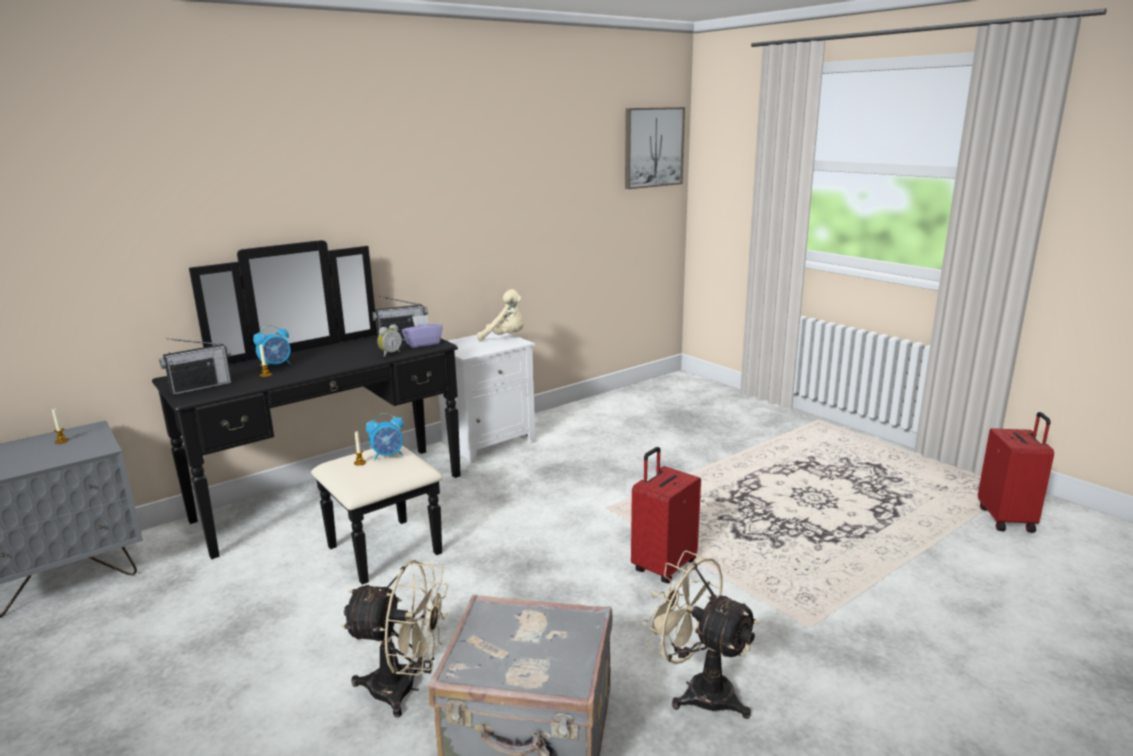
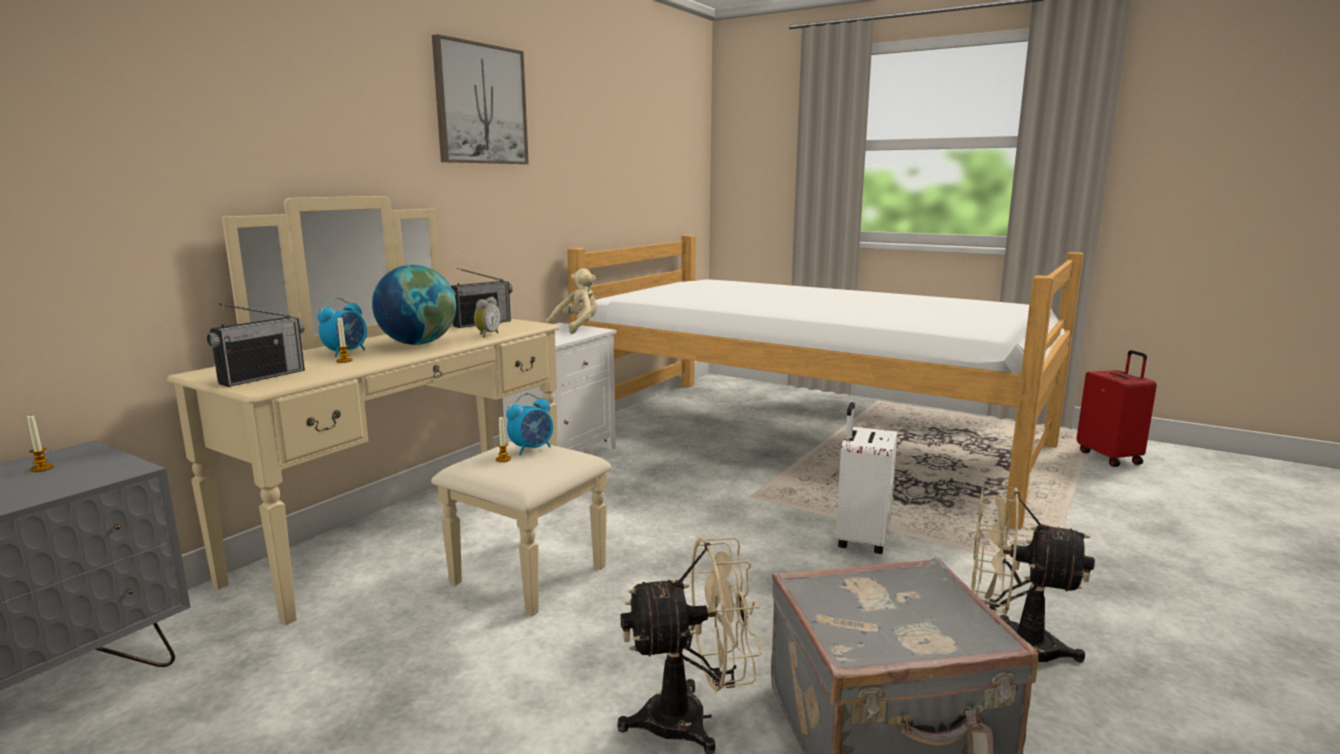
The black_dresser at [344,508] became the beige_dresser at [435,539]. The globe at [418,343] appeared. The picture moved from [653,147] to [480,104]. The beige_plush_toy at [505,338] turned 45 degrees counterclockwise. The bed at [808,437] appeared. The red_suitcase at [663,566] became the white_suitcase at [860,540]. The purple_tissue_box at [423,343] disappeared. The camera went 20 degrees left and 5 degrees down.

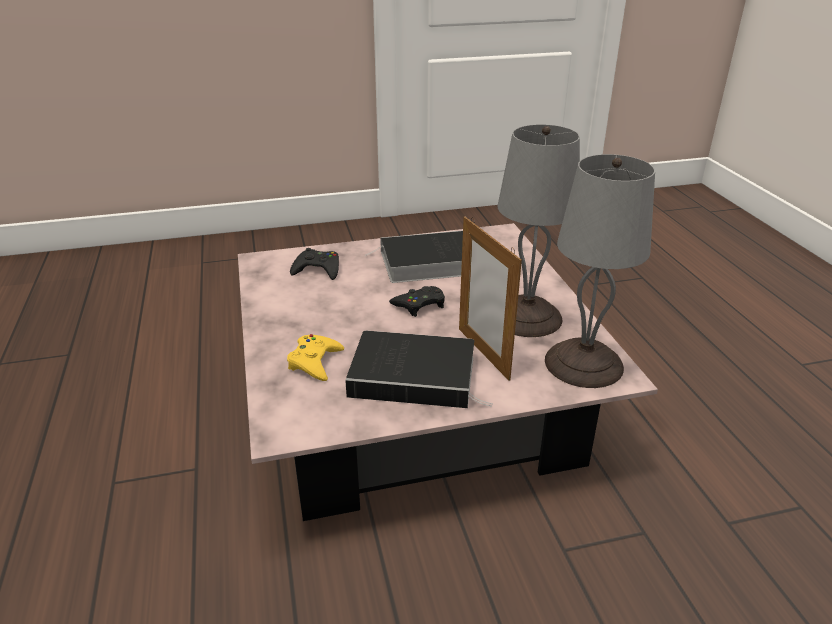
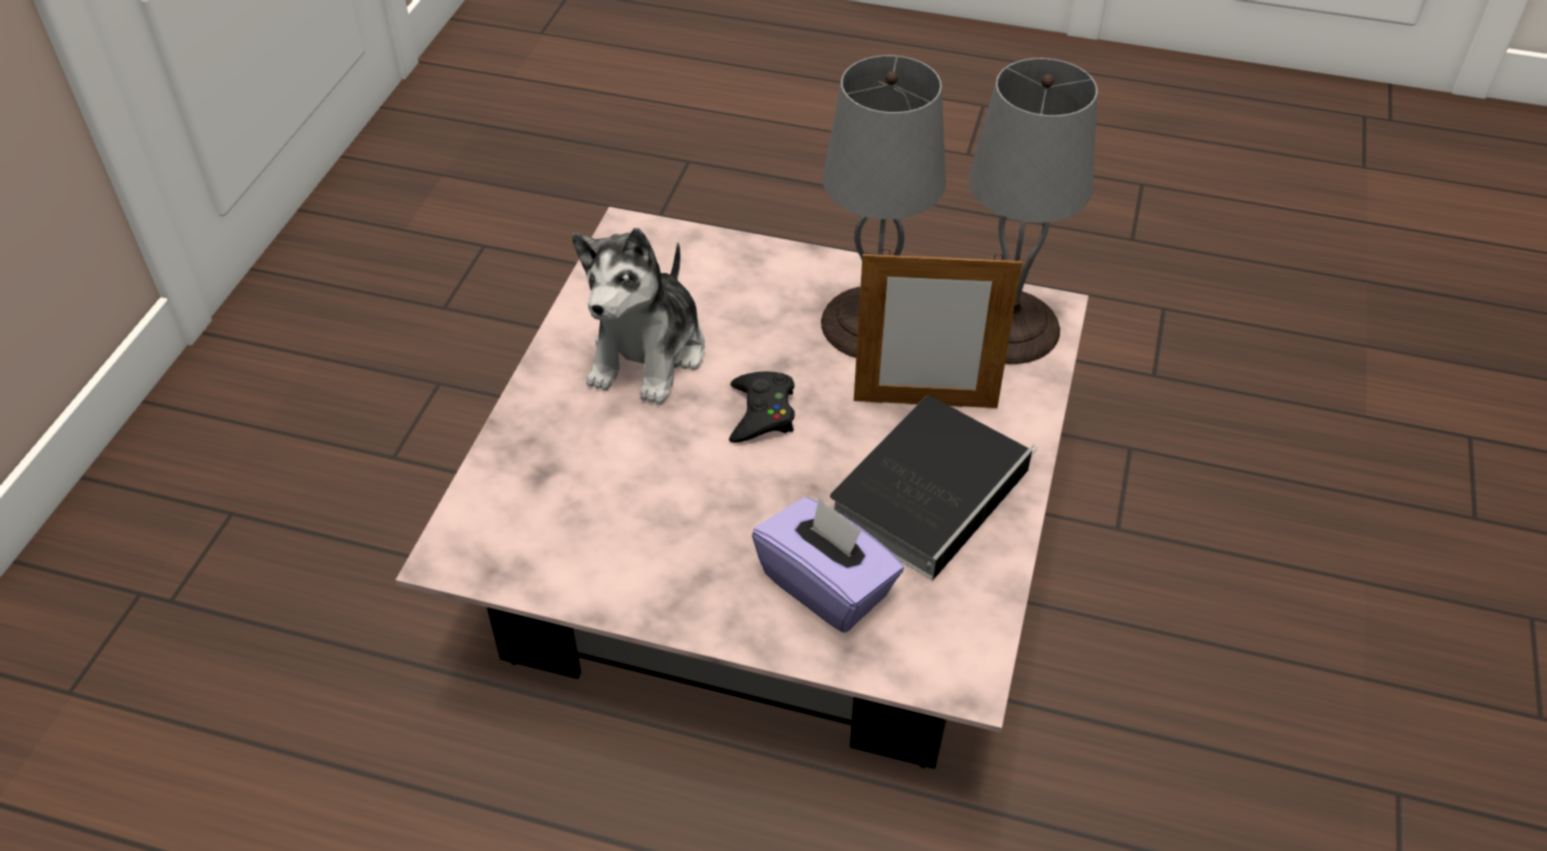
The book at [426,263] was replaced by the plush_toy at [648,354]. The yellow_game_controller at [315,362] was replaced by the purple_tissue_box at [827,585]. The black_game_controller at [318,269] disappeared. The camera went 60 degrees left and 15 degrees up.

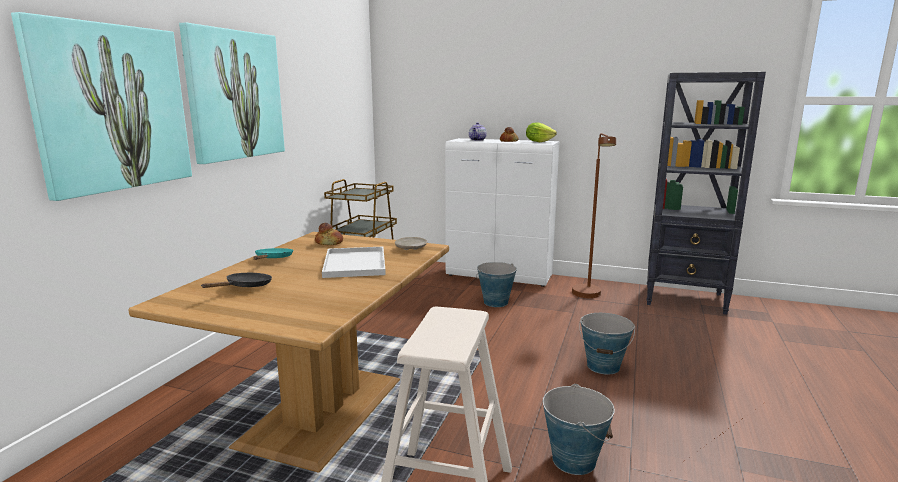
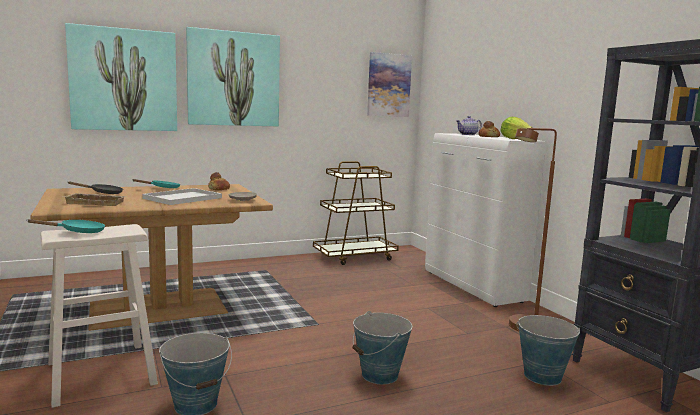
The turquoise_frying_pan at [78,232] appeared. The beige_tray at [97,203] appeared. The picture at [388,85] appeared. The bucket moved from [495,302] to [542,376]. The camera went 45 degrees right and 5 degrees down.

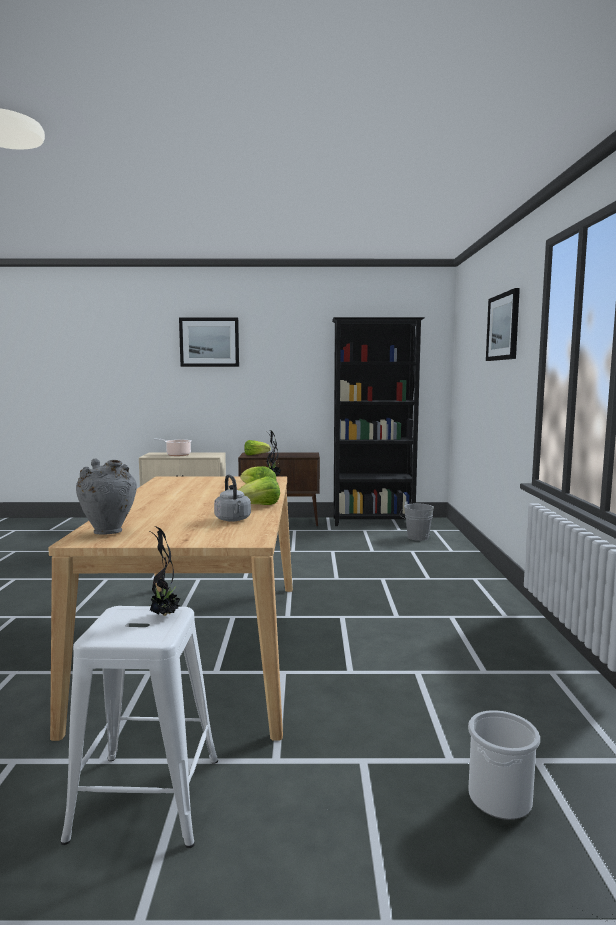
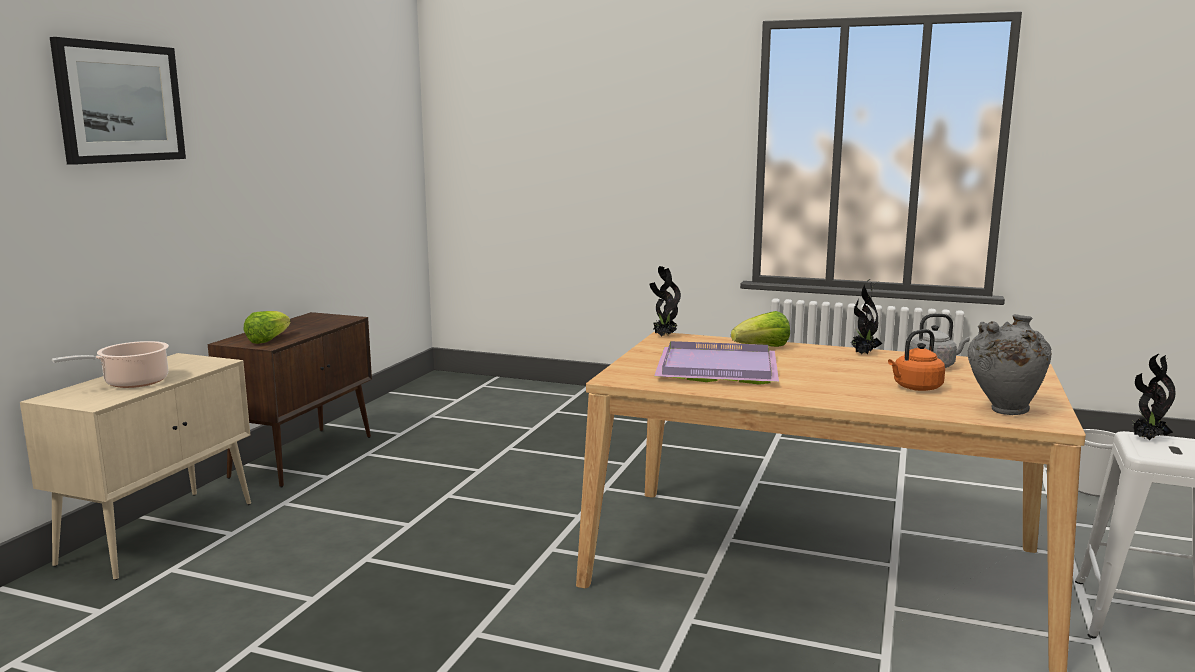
The purple_tray at [715,367] appeared. The lettuce at [259,506] was replaced by the potted_plant at [863,354]. The orange_kettle at [915,388] appeared. The black_bookcase at [374,522] disappeared. The grey_bucket at [416,538] disappeared. The picture at [503,327] disappeared. The camera went 70 degrees left and 5 degrees up.

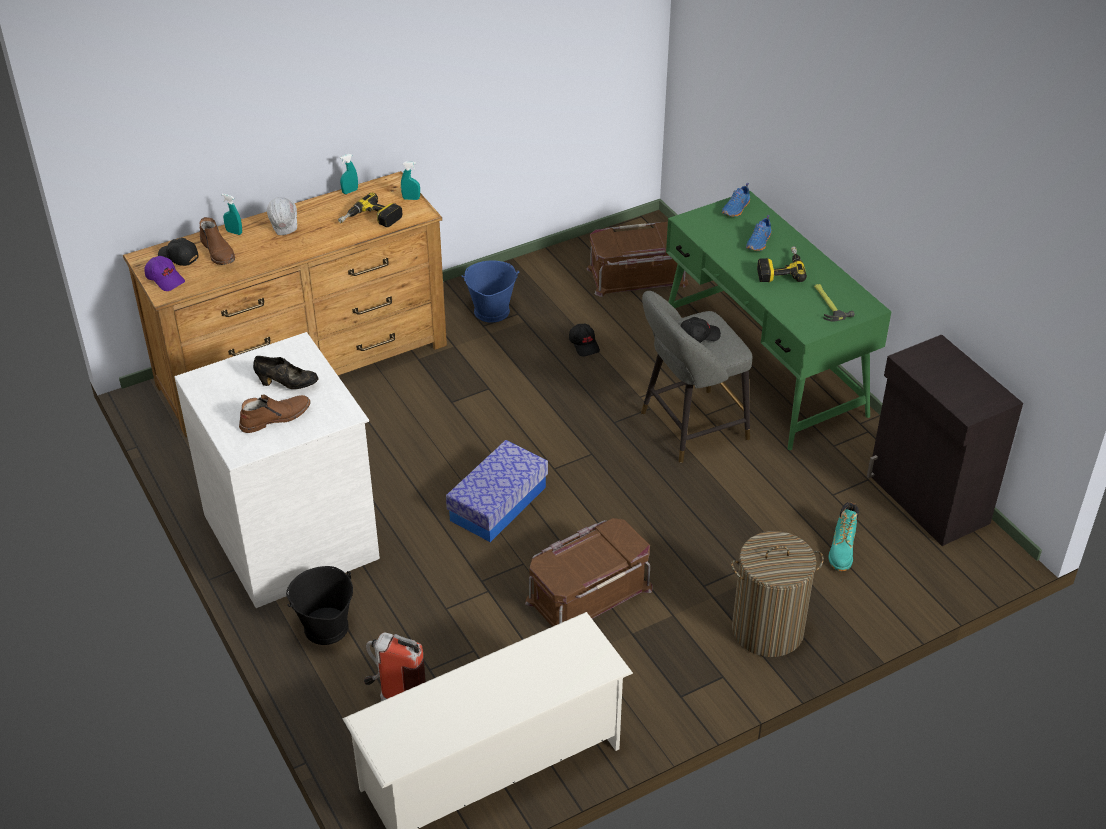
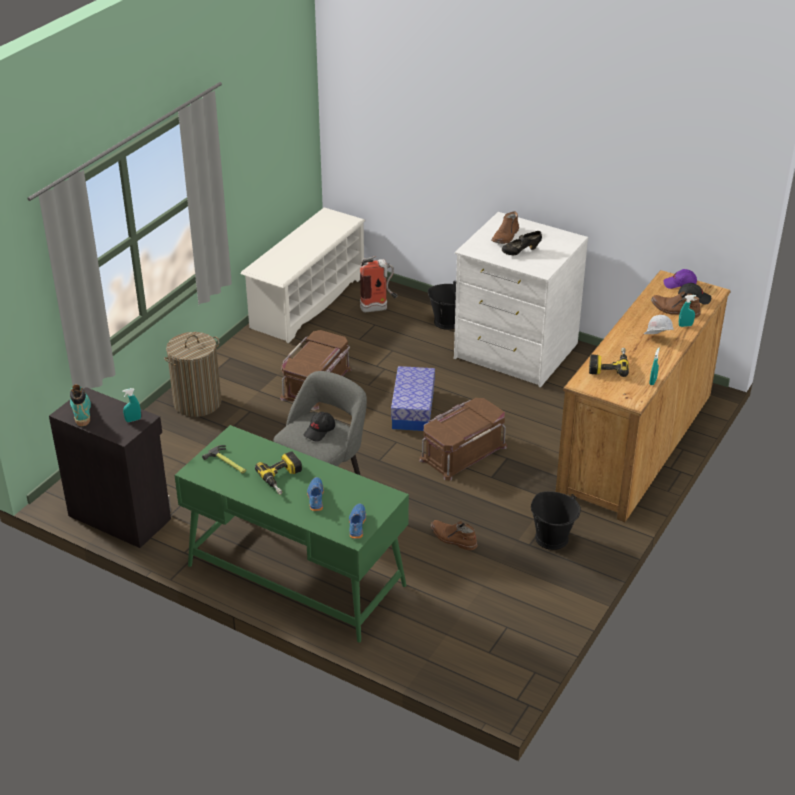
The turquoise_boot moved from [842,551] to [81,410]. The turquoise_spray_bottle moved from [411,198] to [133,420]. The brown_storage_box moved from [637,277] to [462,452]. The black_cap at [584,344] was replaced by the brown_boot at [453,538]. The blue_bucket at [491,311] became the black_bucket at [552,538]. The camera went 150 degrees right and 5 degrees down.

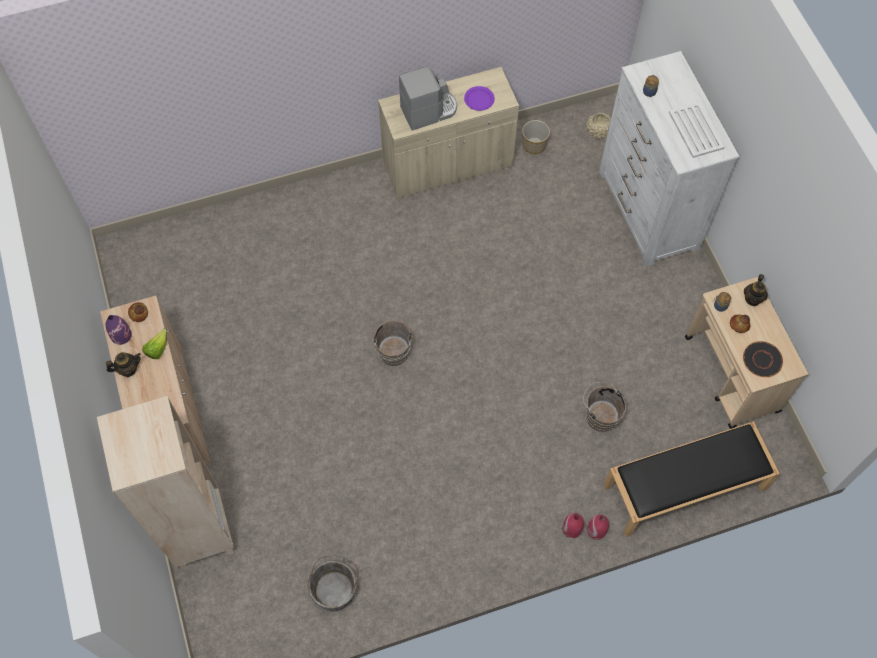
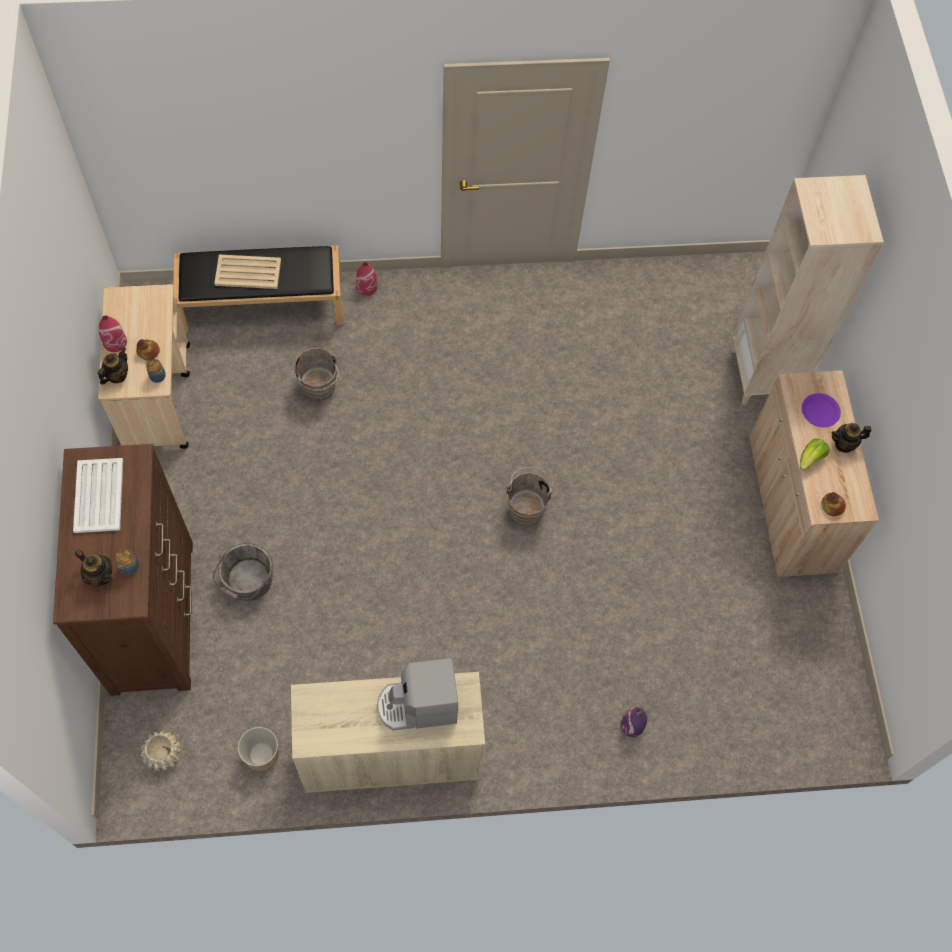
The white_dresser at [648,210] became the brown_dresser at [153,616]. The teapot at [100,575] appeared. The red_vase moved from [572,528] to [115,342]. The grey_bucket moved from [335,587] to [247,581]. The beige_tray at [247,272] appeared. The purple_vase moved from [121,335] to [632,725]. The purple_plate moved from [479,99] to [820,411]. The black_plate at [762,360] disappeared. The camera went 170 degrees left and 0 degrees up.

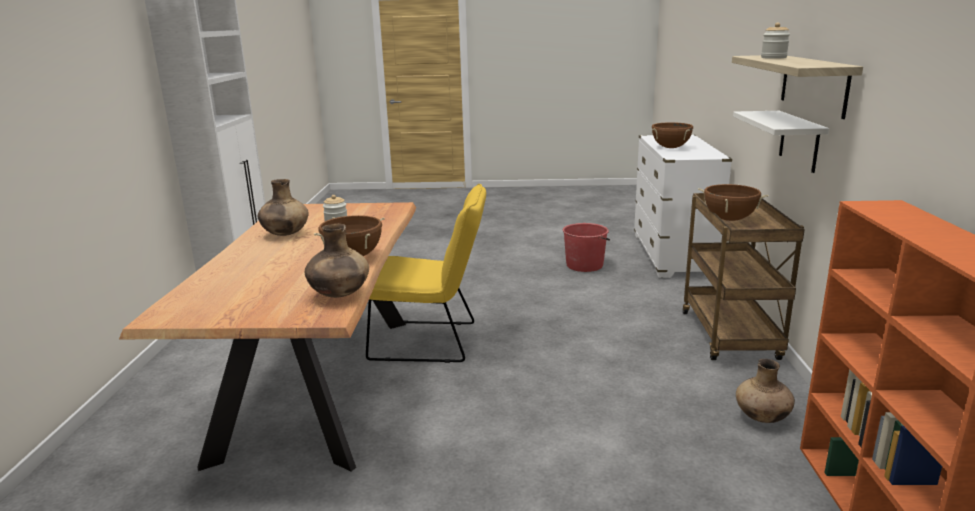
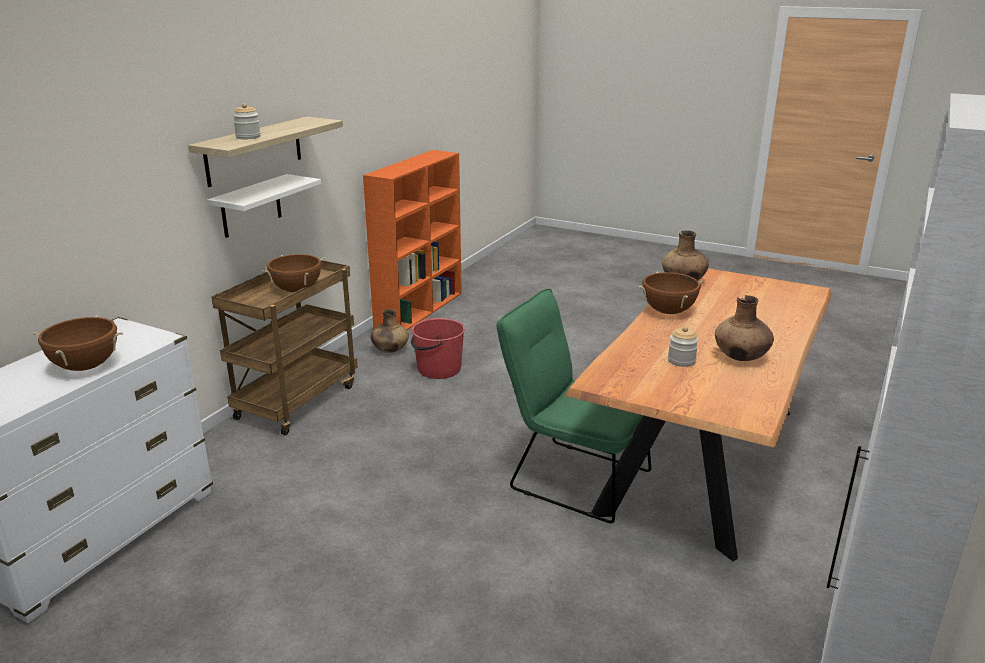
The red_bucket moved from [585,265] to [438,369]. The yellow_chair at [432,341] became the green_chair at [571,477]. The camera went 155 degrees left and 5 degrees up.

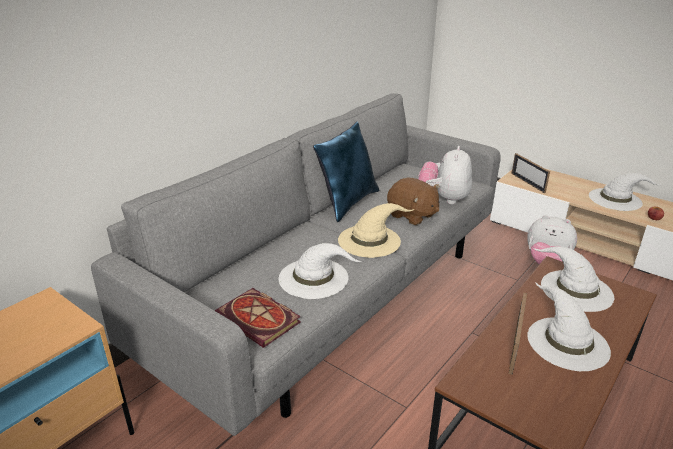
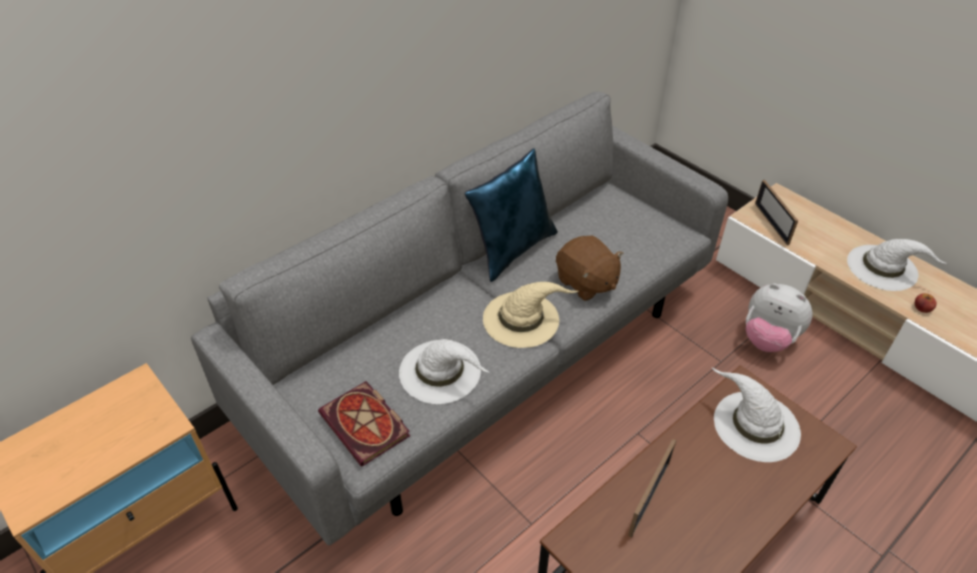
The plush_toy at [444,198] disappeared. The white_hat at [566,342] disappeared. The camera went 10 degrees right and 15 degrees up.

